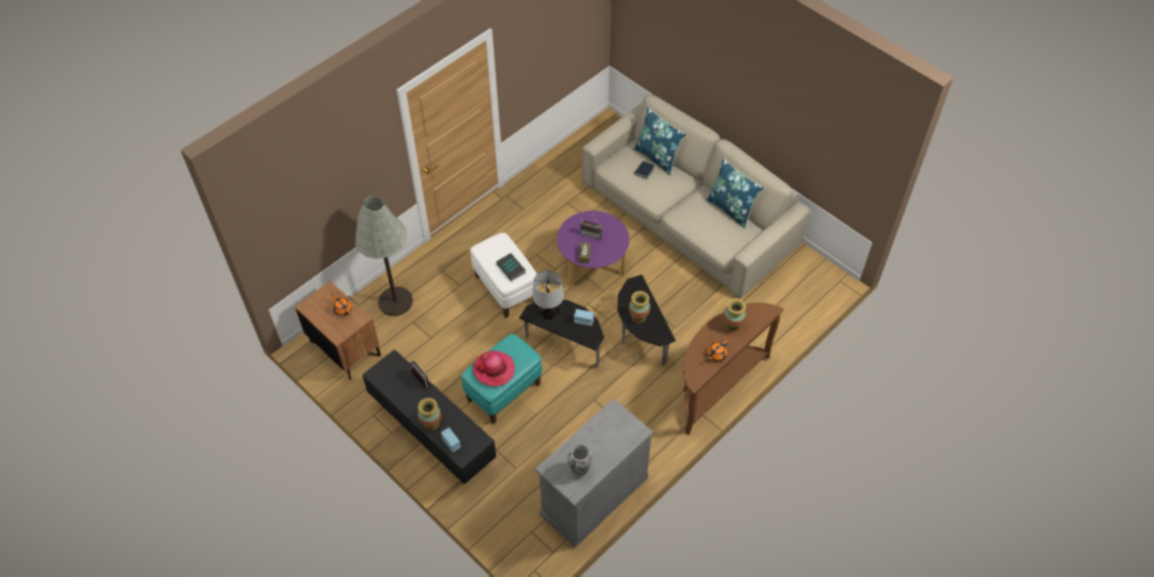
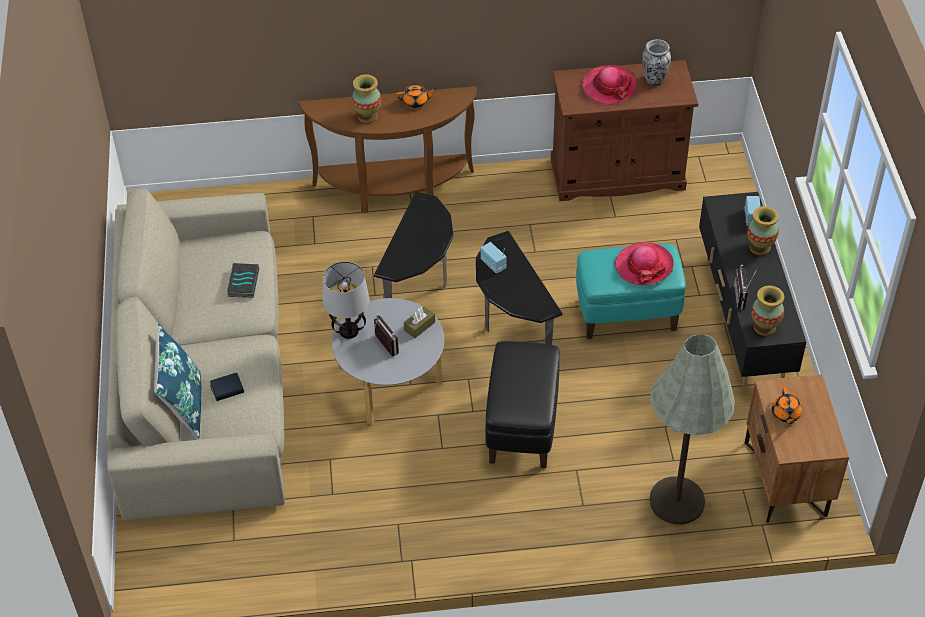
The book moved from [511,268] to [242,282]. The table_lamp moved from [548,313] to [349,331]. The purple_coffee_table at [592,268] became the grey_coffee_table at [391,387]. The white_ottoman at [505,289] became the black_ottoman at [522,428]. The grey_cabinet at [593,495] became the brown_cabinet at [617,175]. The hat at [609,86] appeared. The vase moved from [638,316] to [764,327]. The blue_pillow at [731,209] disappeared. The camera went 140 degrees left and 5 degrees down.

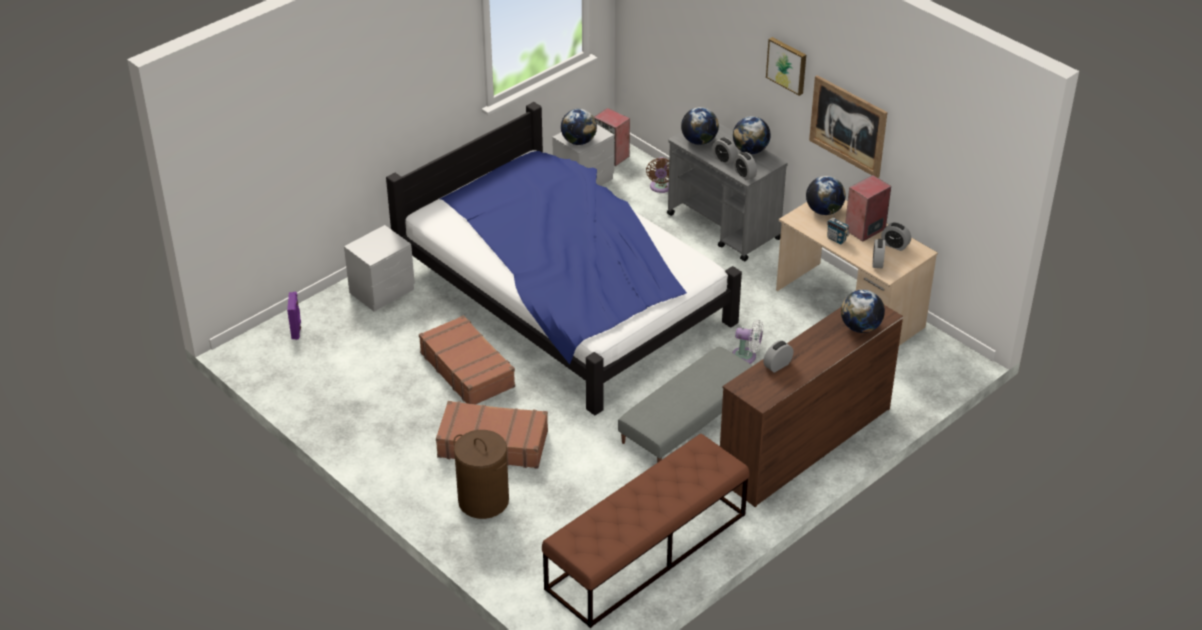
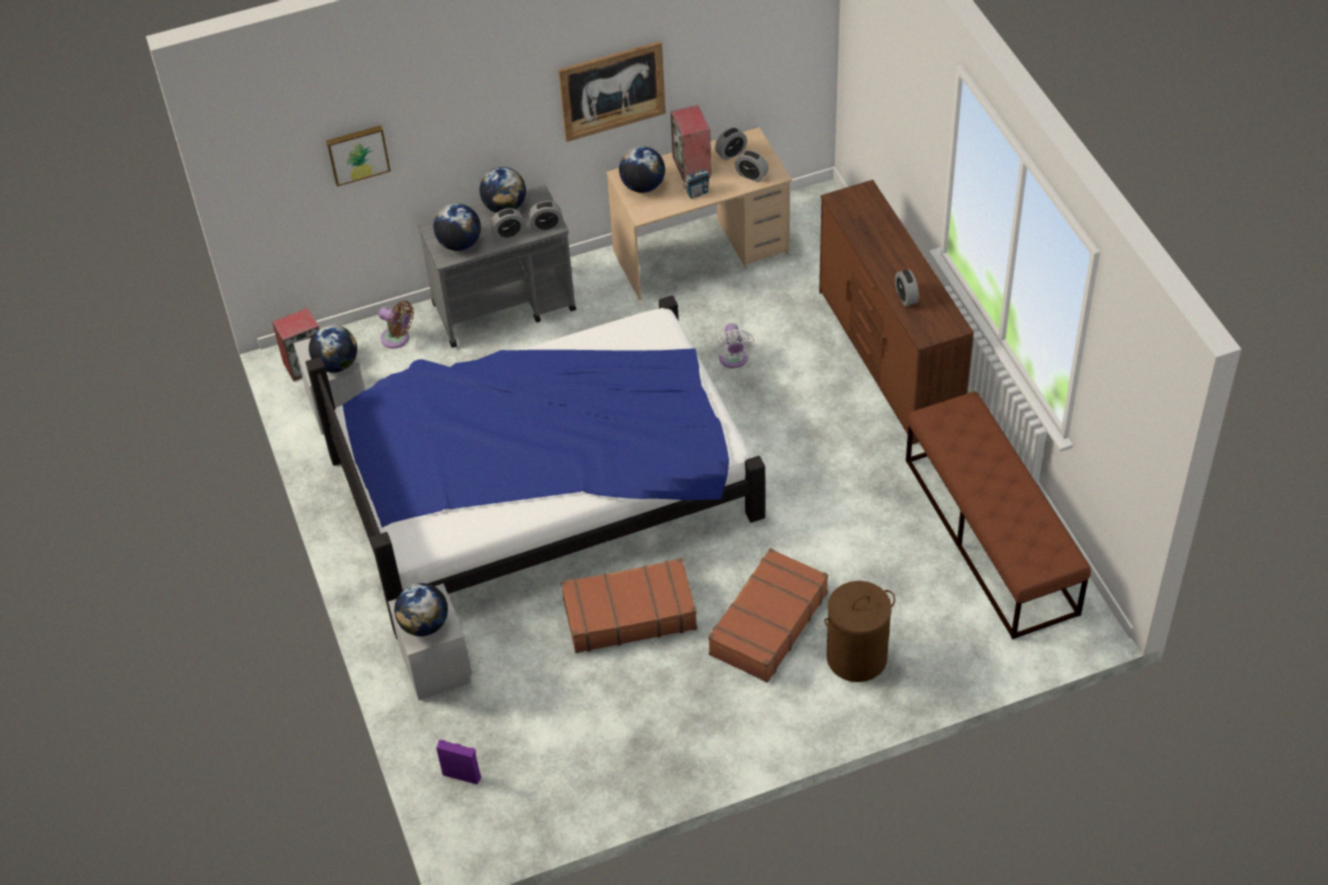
The picture moved from [787,65] to [357,153]. The globe moved from [860,327] to [424,624]. The white_fan at [746,357] turned 135 degrees clockwise. The grey_ottoman at [689,418] disappeared. The camera went 65 degrees left and 10 degrees up.

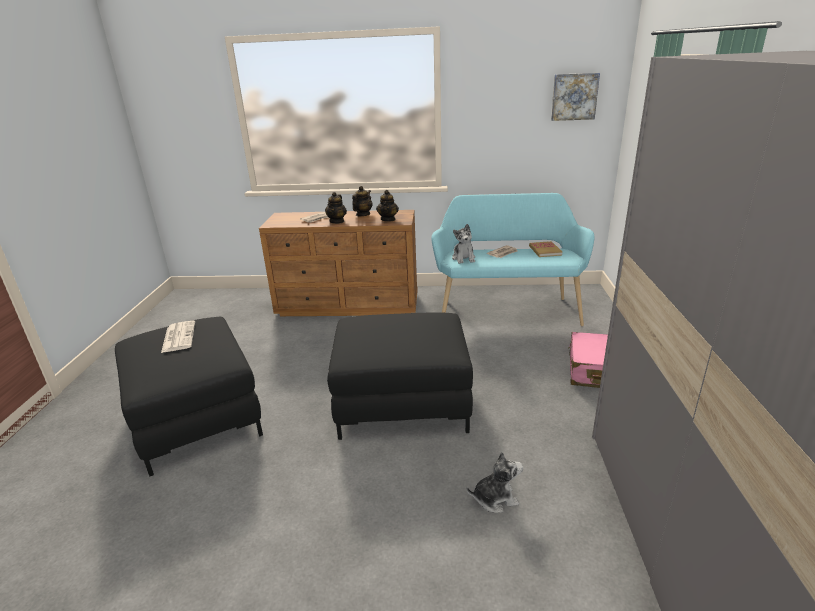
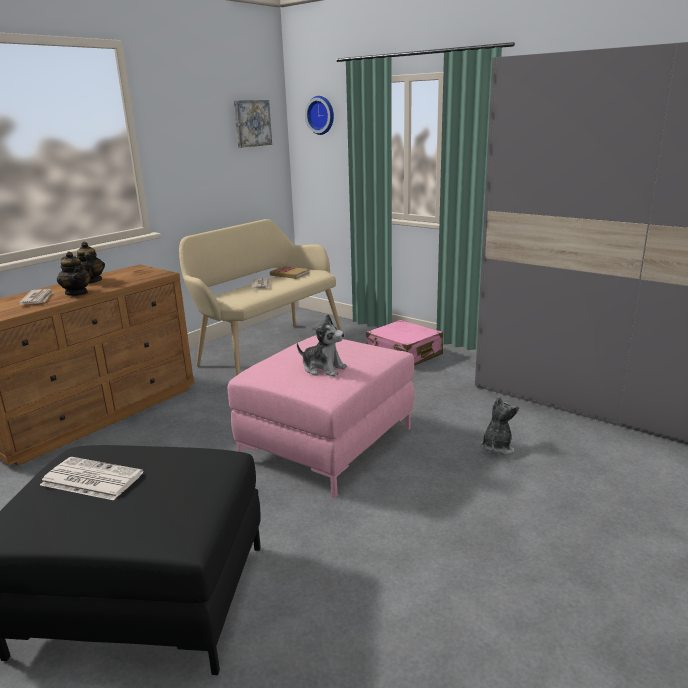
The turquoise_bench at [506,309] became the beige_bench at [267,349]. The black_ottoman at [403,403] became the pink_ottoman at [327,443]. The plush_toy moved from [464,258] to [323,368]. The wall_clock at [321,115] appeared. The teapot at [388,219] disappeared. The camera went 55 degrees left and 5 degrees down.

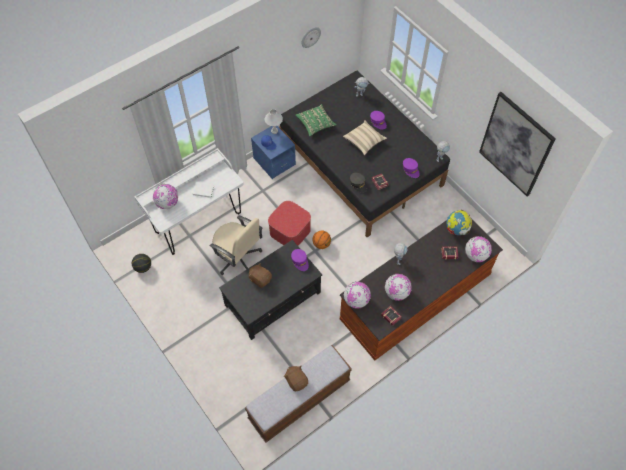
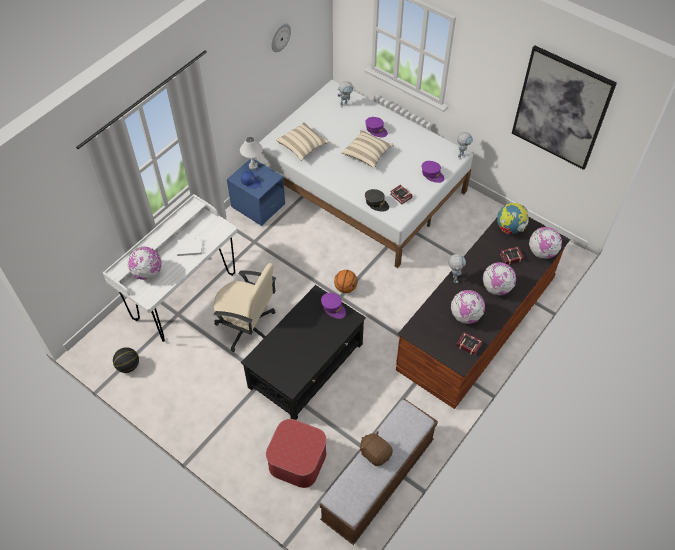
The black_bed at [360,163] became the white_bed at [362,187]. The ottoman moved from [289,230] to [297,460]. The green_pillow at [315,124] became the beige_pillow at [302,146]. The globe moved from [356,300] to [496,288]. The brown_plush_toy at [260,279] disappeared. The camera went 15 degrees left and 5 degrees down.

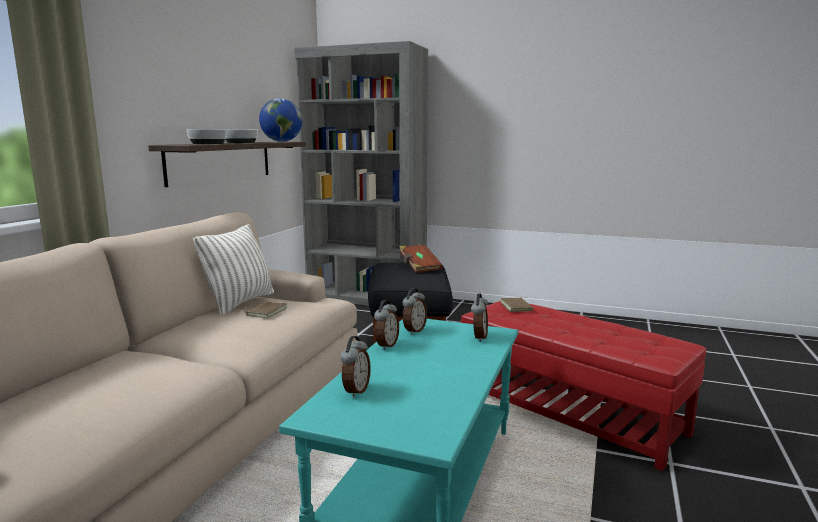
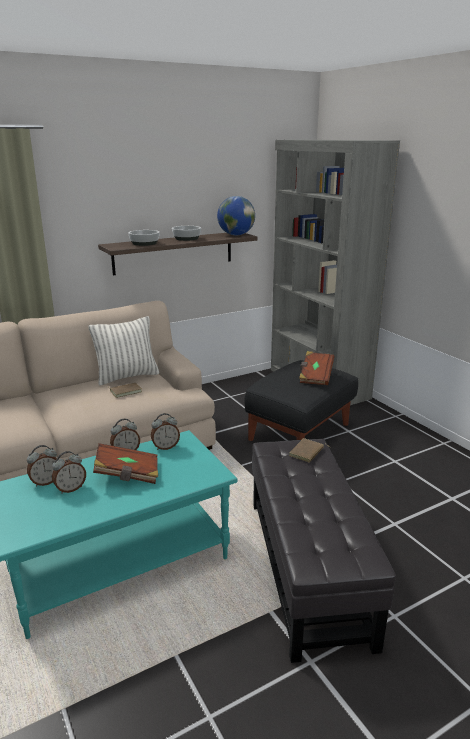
The alarm_clock moved from [479,337] to [70,489]. The brown_book at [127,475] appeared. The red_ottoman at [568,410] became the black_ottoman at [308,567]. The camera went 40 degrees right and 10 degrees up.

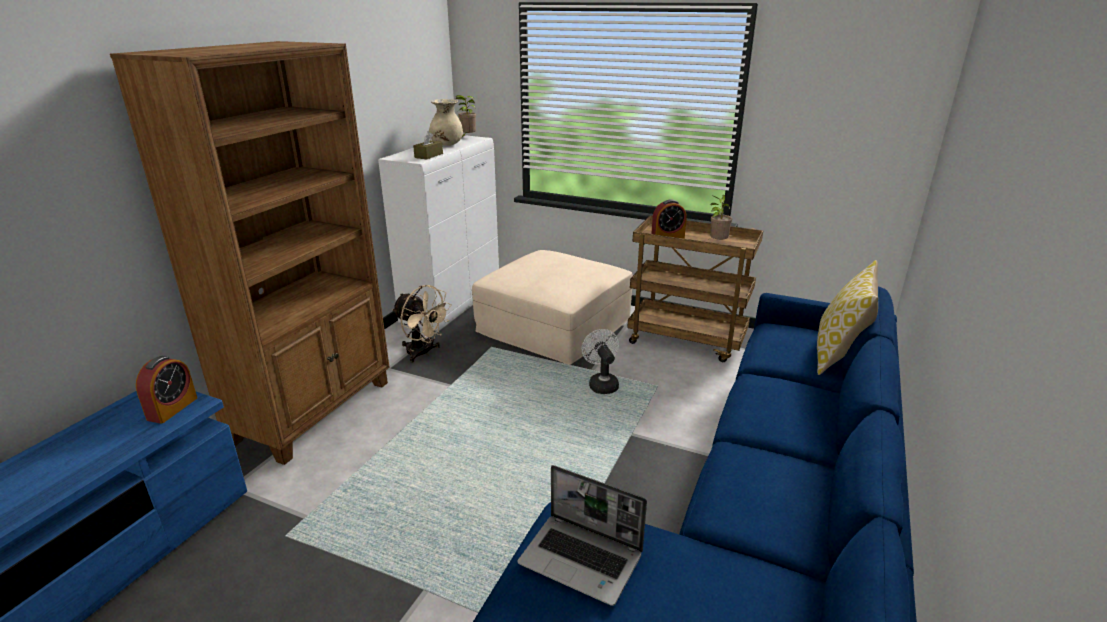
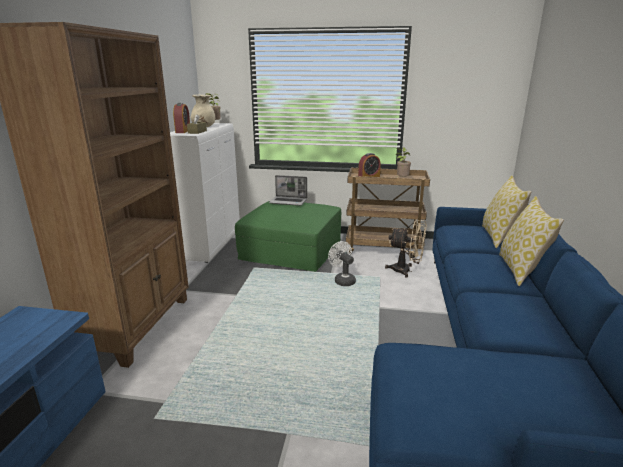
The alarm_clock moved from [172,408] to [183,131]. The beige_ottoman at [554,325] became the green_ottoman at [291,250]. The laptop moved from [582,559] to [288,201]. The beige_fan moved from [423,353] to [406,271]. The pillow at [521,270] appeared. The camera went 15 degrees left and 5 degrees down.

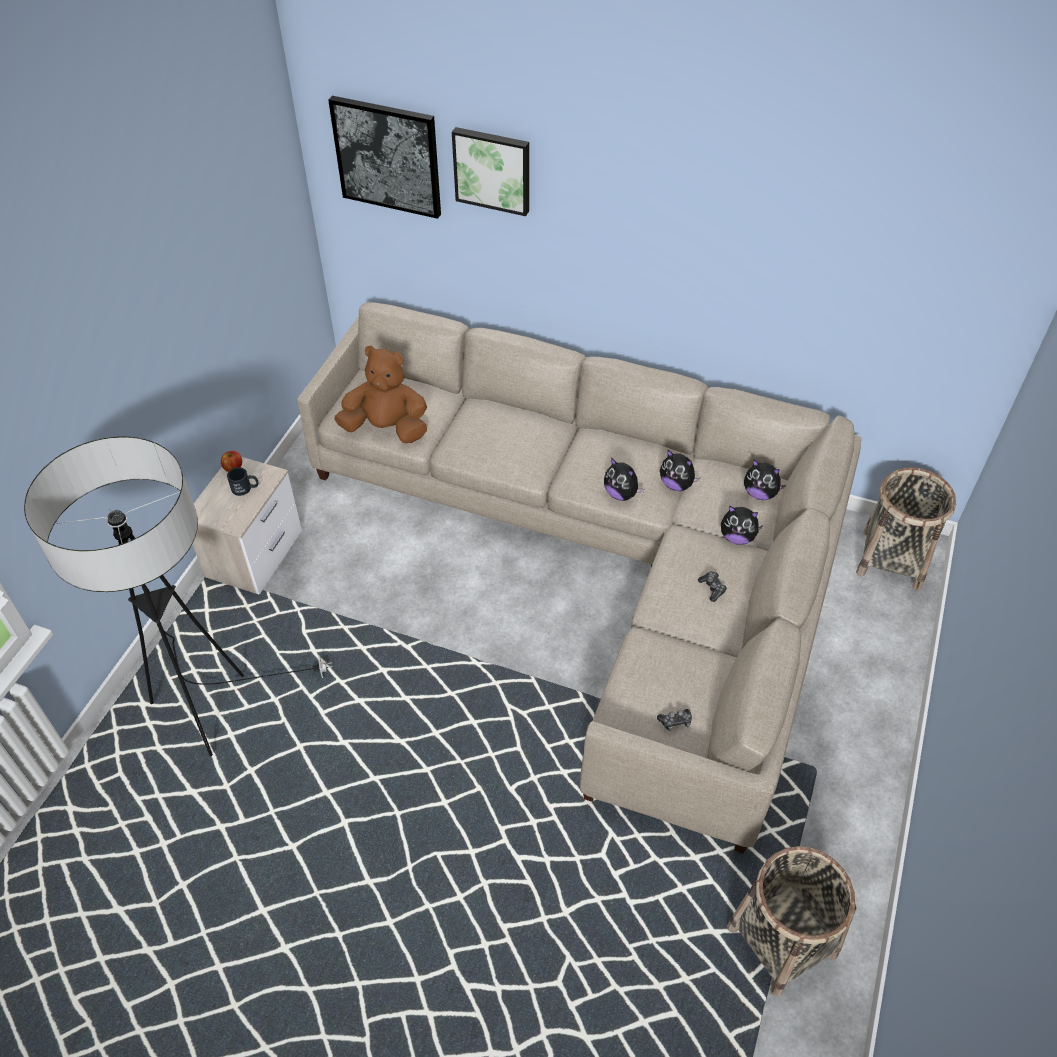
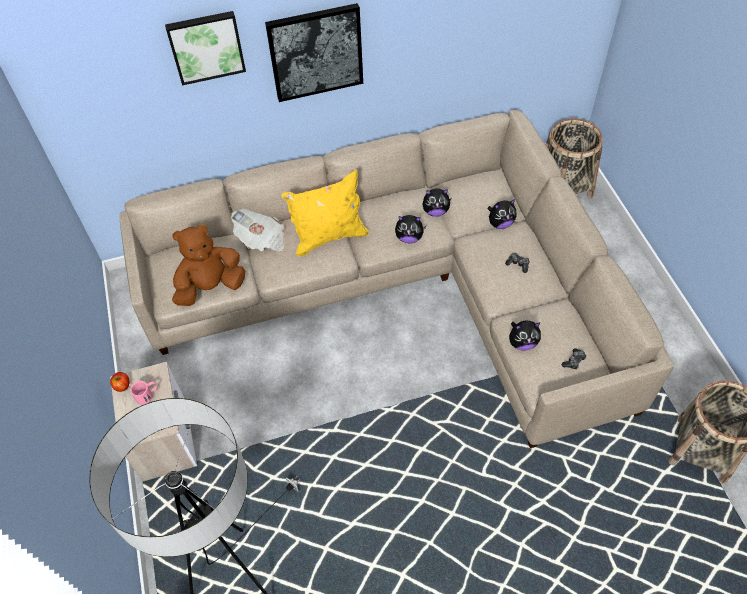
The black_mug at [245,488] became the pink_mug at [147,395]. The newspaper at [262,239] appeared. The picture moved from [388,156] to [316,52]. The yellow_pillow at [329,237] appeared. The plush_toy moved from [760,493] to [522,343]. The camera went 35 degrees left and 5 degrees up.

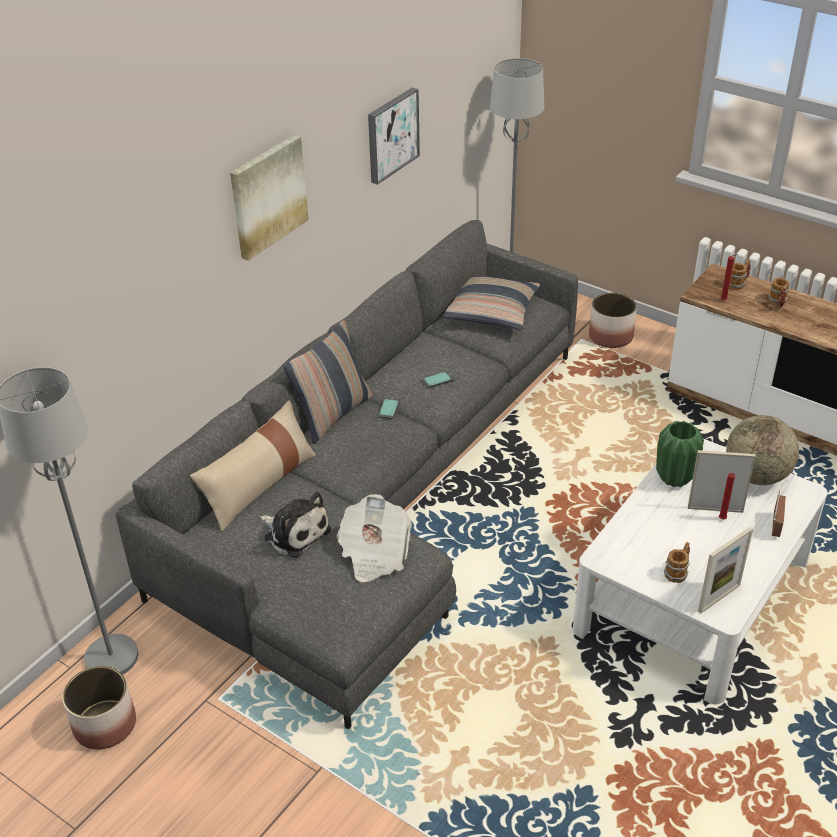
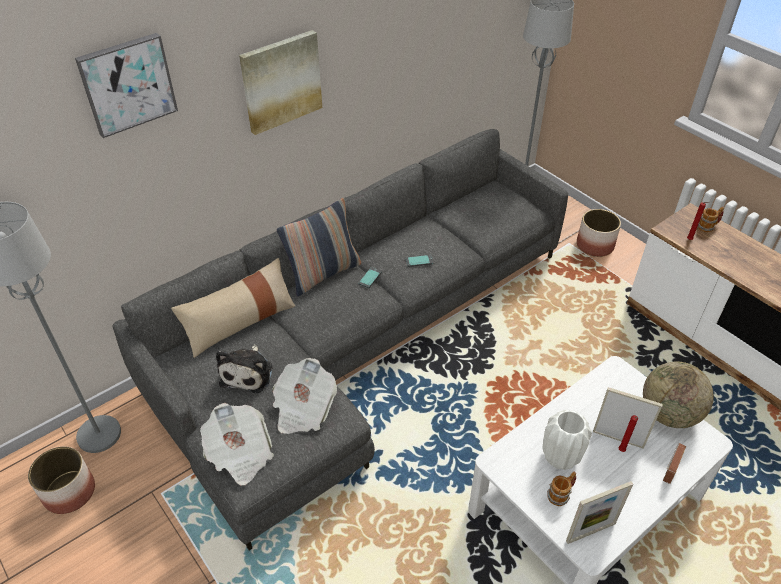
The picture moved from [391,135] to [127,84]. The newspaper at [240,454] appeared. The plush_toy at [295,532] turned 45 degrees clockwise. The white_vase at [559,458] appeared. The pillow at [491,310] disappeared. The green_vase at [675,478] disappeared. The mug at [778,302] disappeared. The camera went 15 degrees right and 5 degrees up.

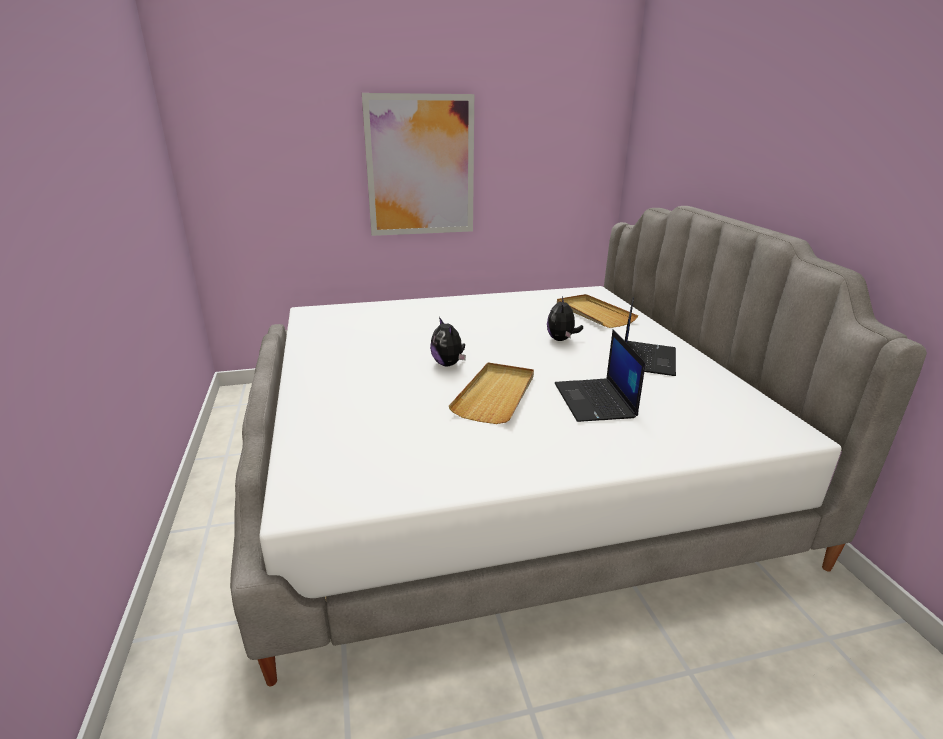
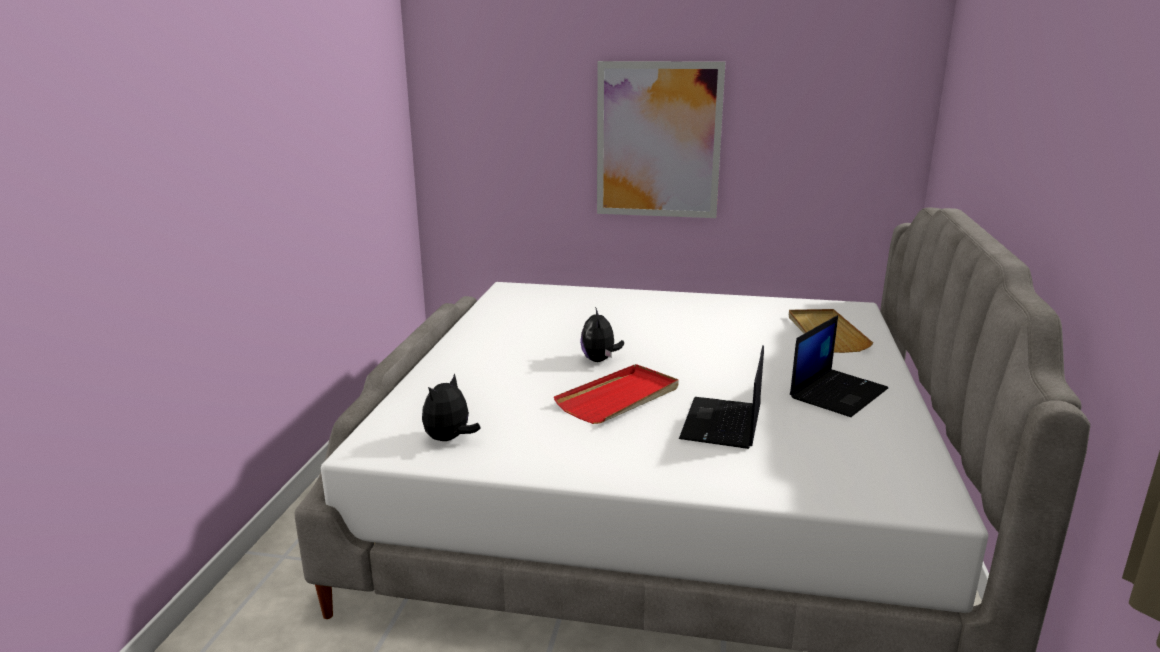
The plush_toy moved from [561,340] to [449,439]. The beige_tray at [496,395] became the red_tray at [619,398]. The camera went 25 degrees right and 5 degrees down.

